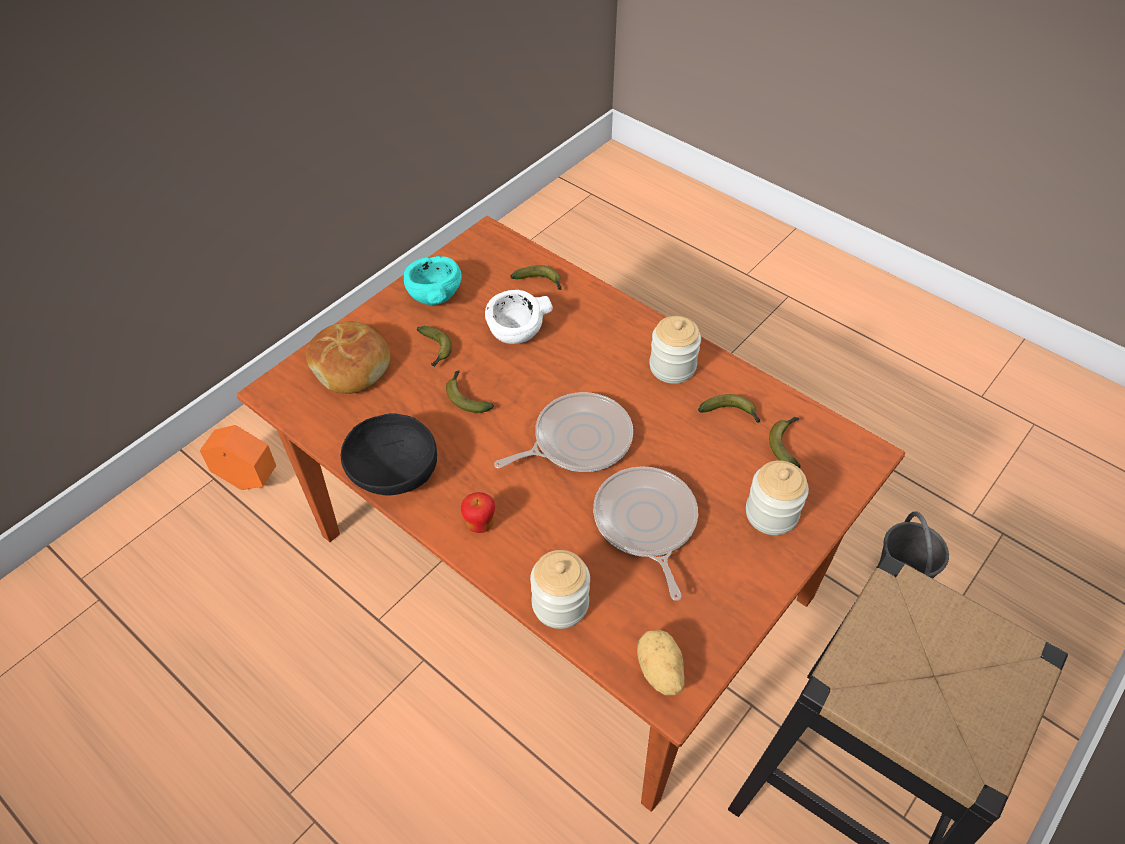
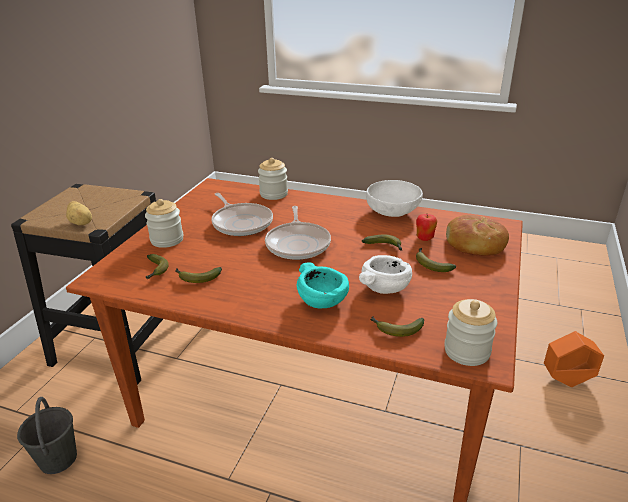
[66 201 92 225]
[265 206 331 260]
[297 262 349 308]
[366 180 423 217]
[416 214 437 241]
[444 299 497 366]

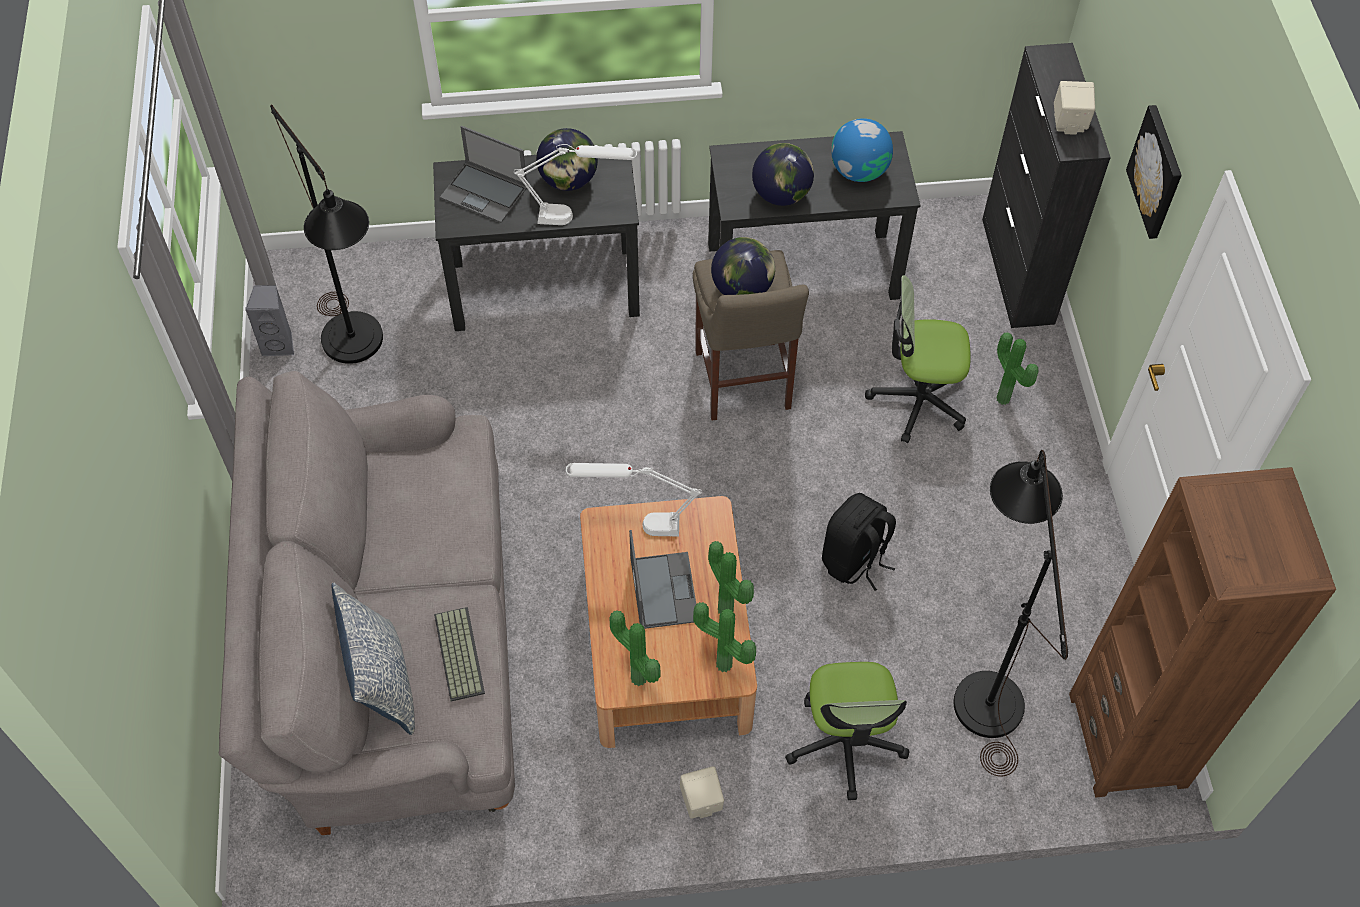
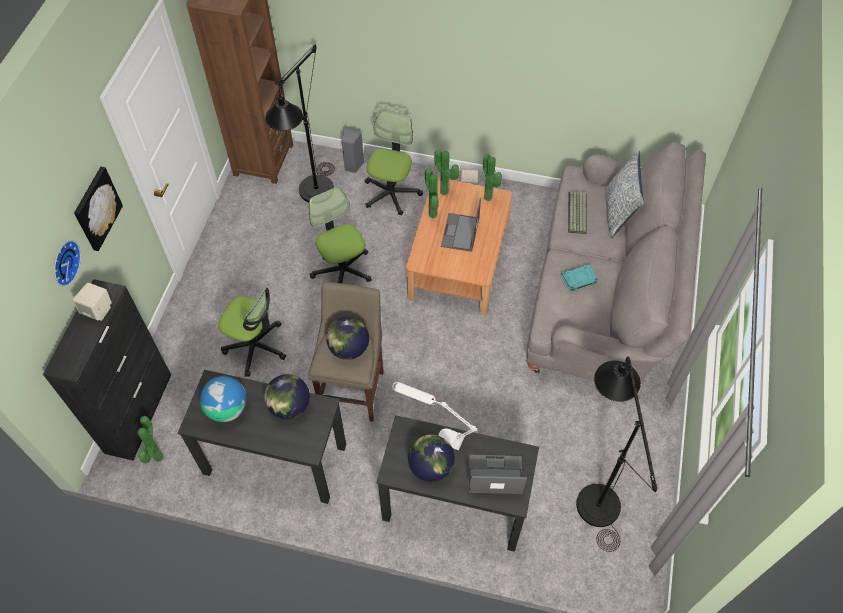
[54 240 81 286]
[137 416 163 463]
[309 187 372 284]
[342 128 364 173]
[469 455 527 494]
[561 264 599 292]
[566 463 702 536] (first image)

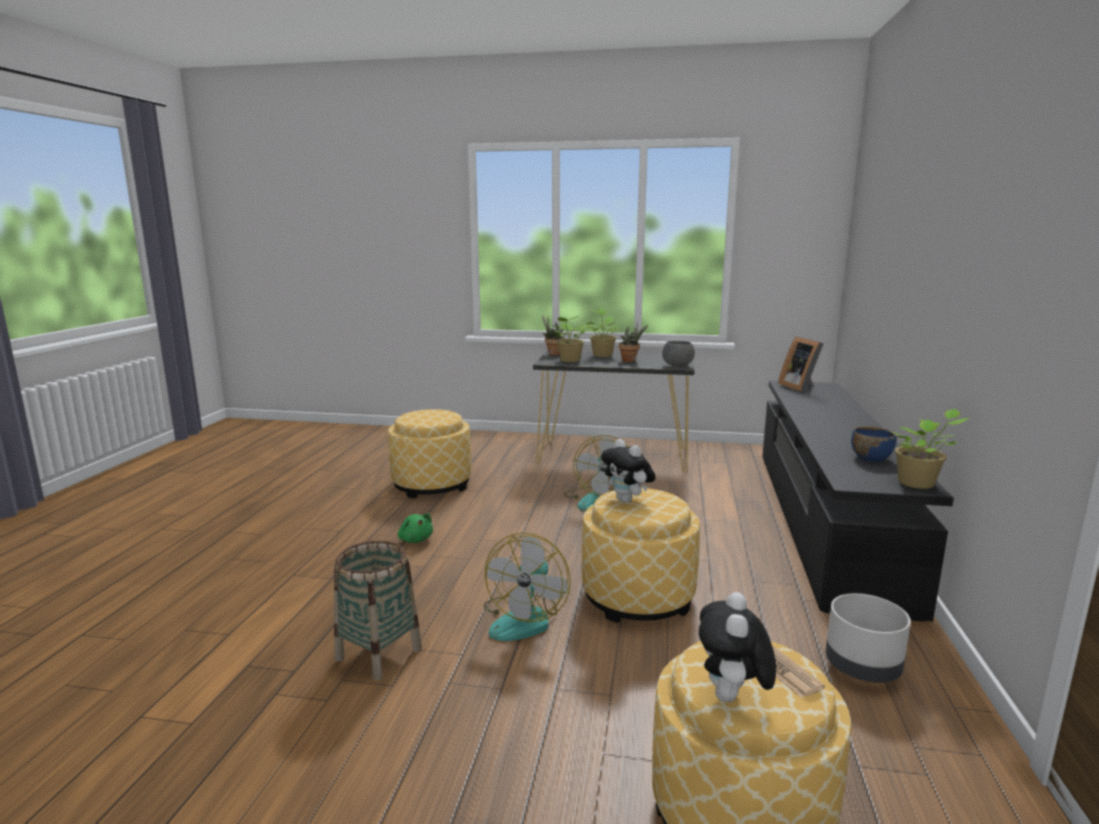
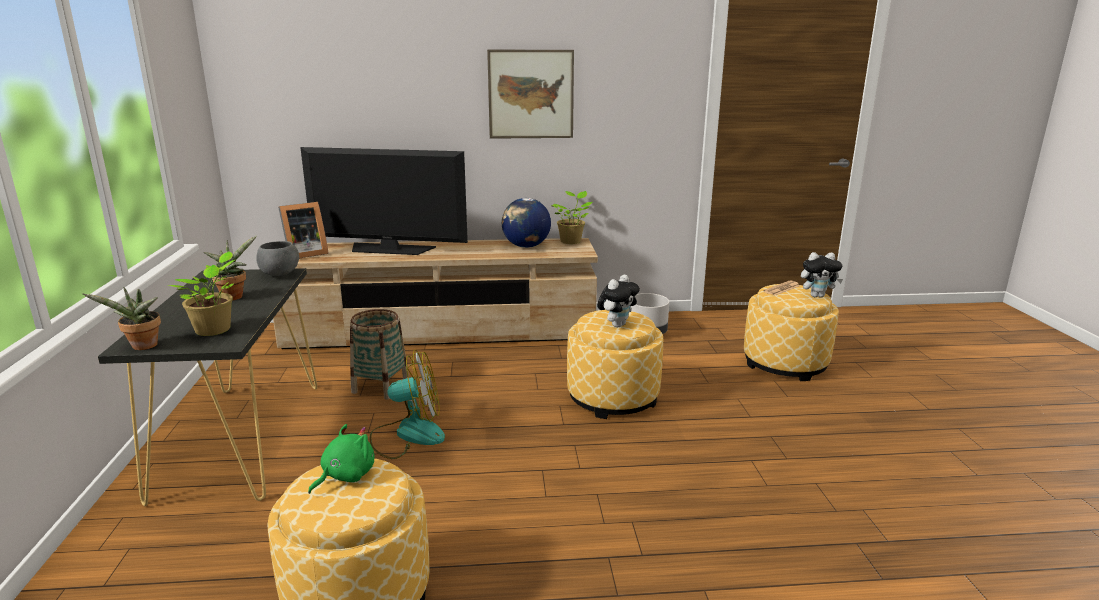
[273 238 598 349]
[300 147 468 255]
[308 424 374 494]
[350 309 409 400]
[487 49 574 139]
[502 198 551 248]
[484 533 571 641] (first image)
[584 308 620 357] (first image)

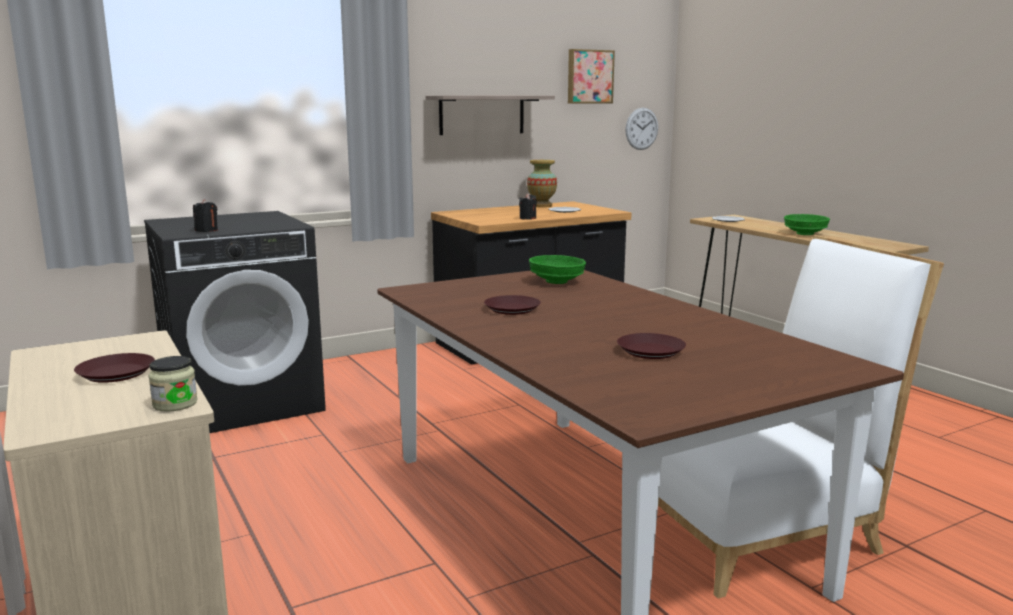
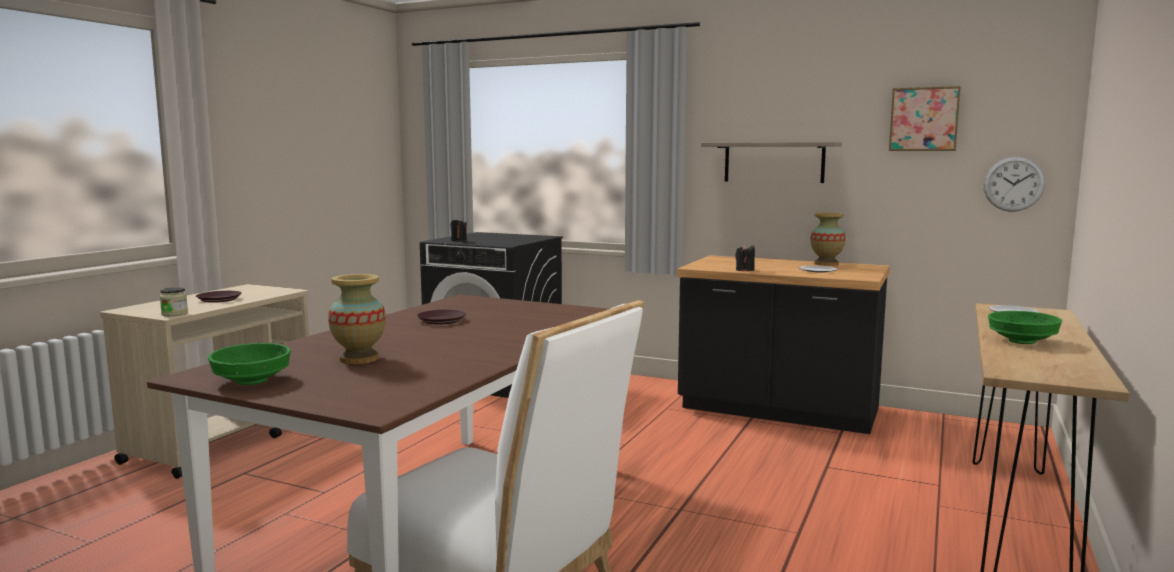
[208 343 291 385]
[328 274 386 364]

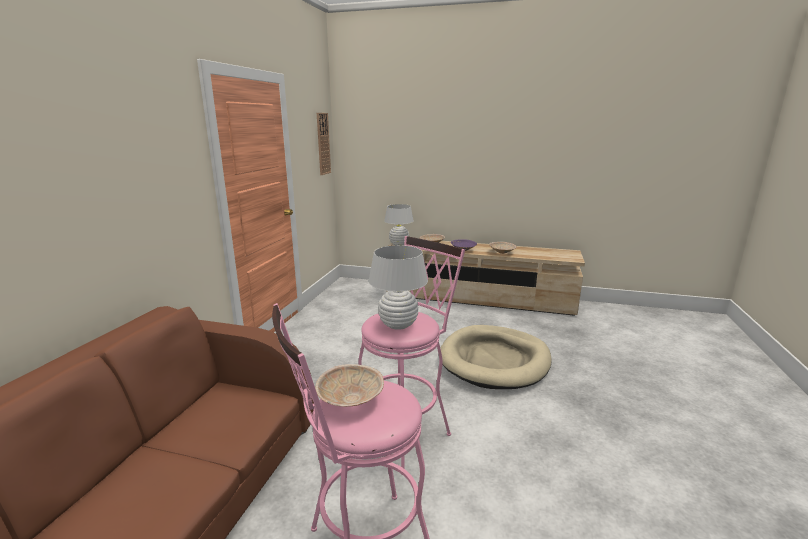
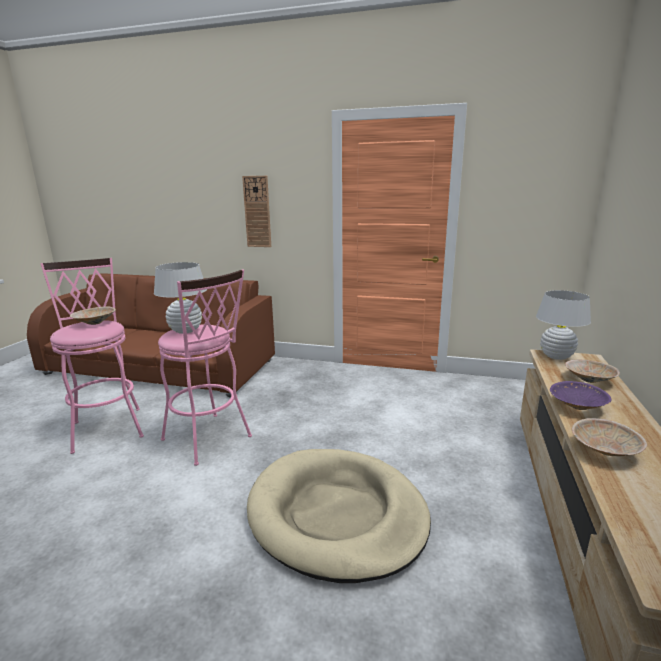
[242 176 271 247]

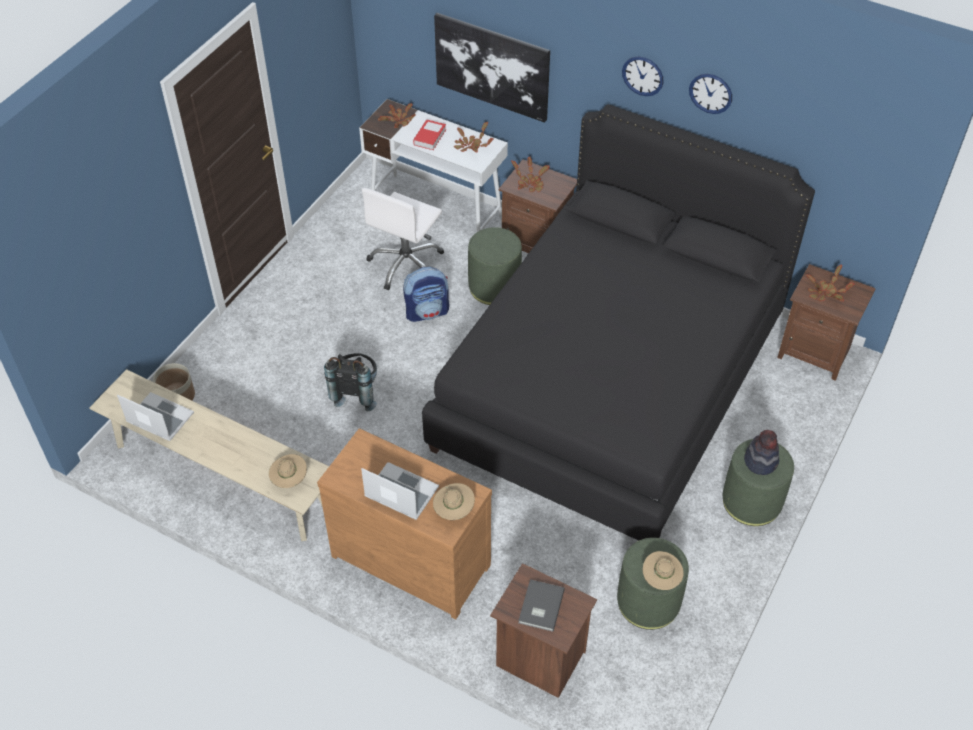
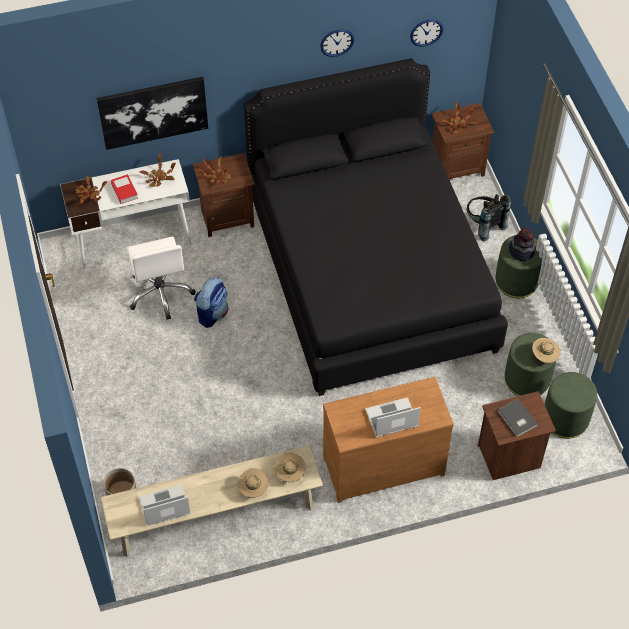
[238 468 268 498]
[410 19 443 47]
[467 194 511 241]
[544 372 597 439]

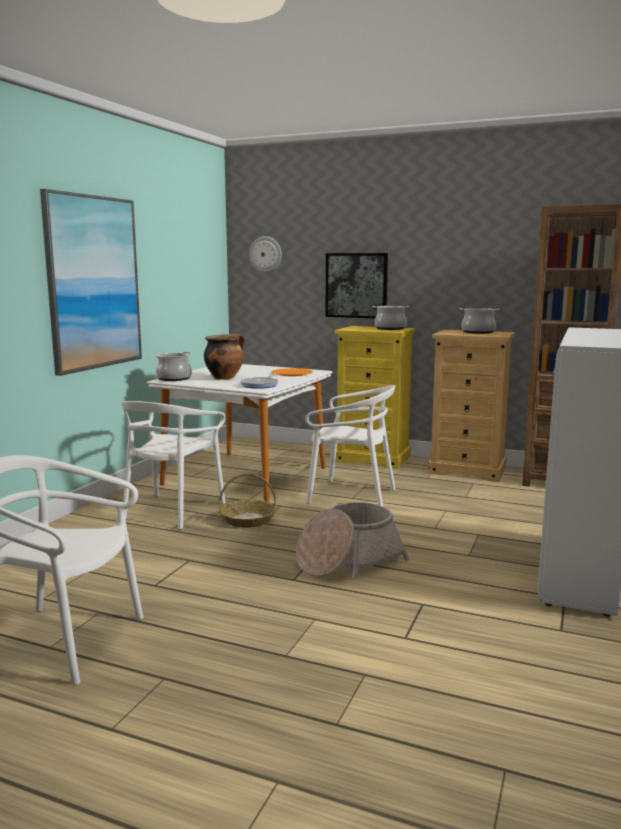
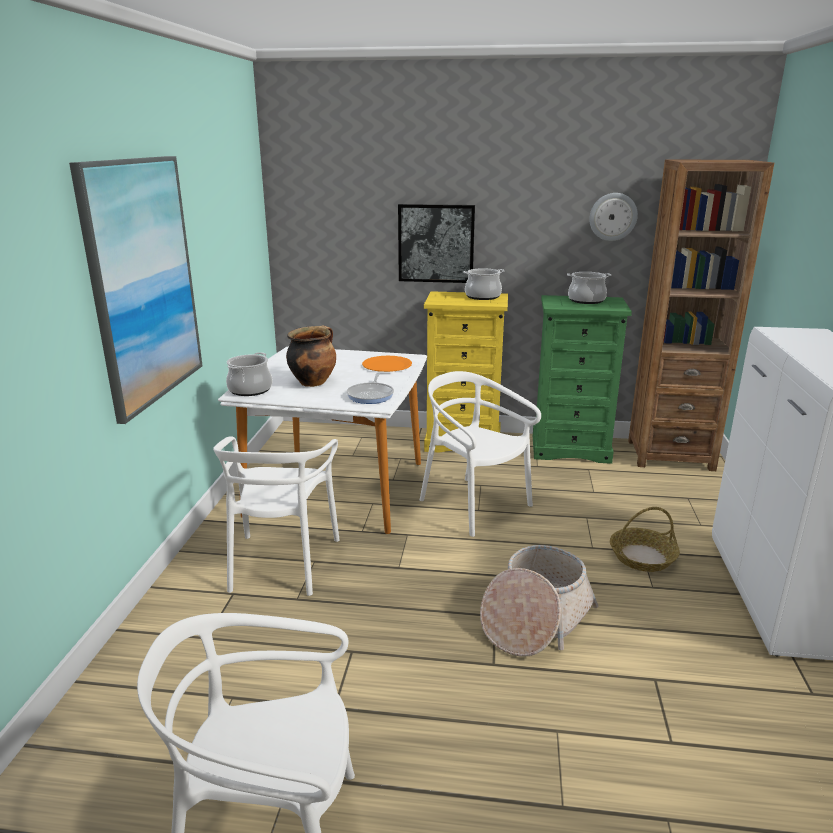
[420 371 541 537]
[533 295 632 464]
[589 193 638 241]
[610 507 680 572]

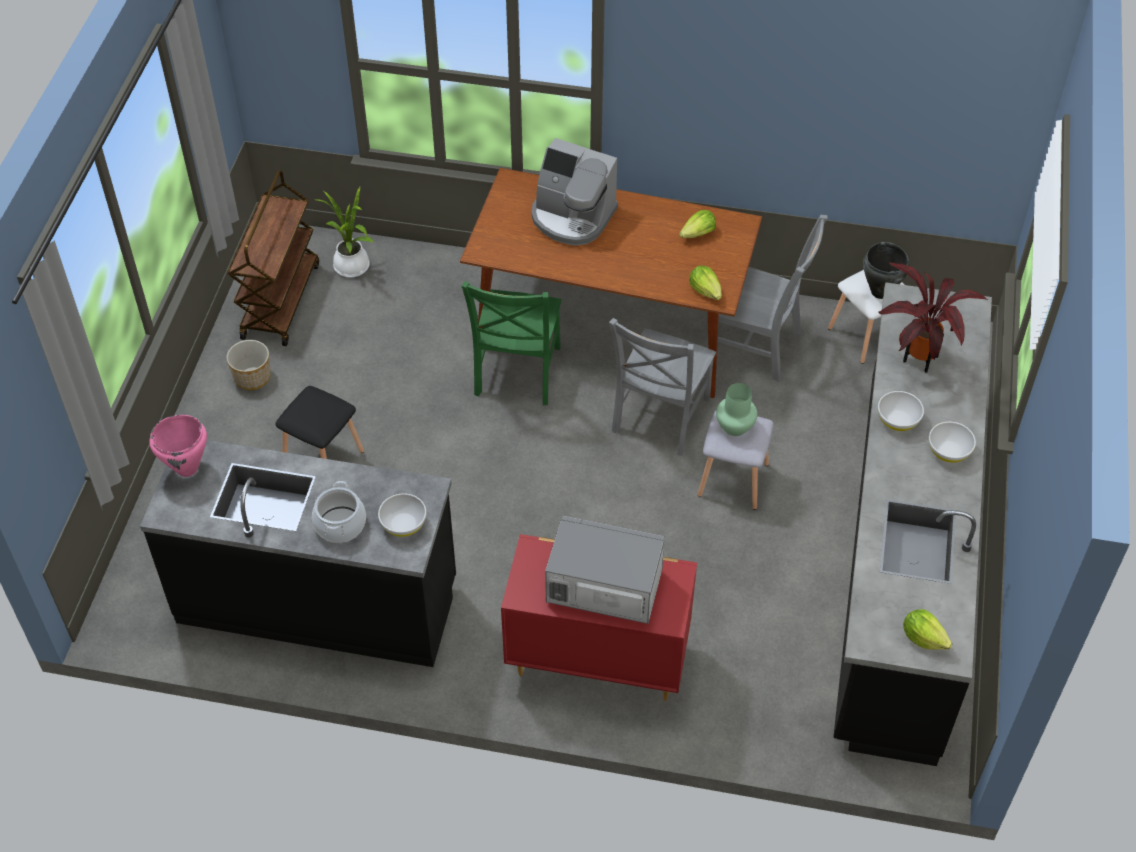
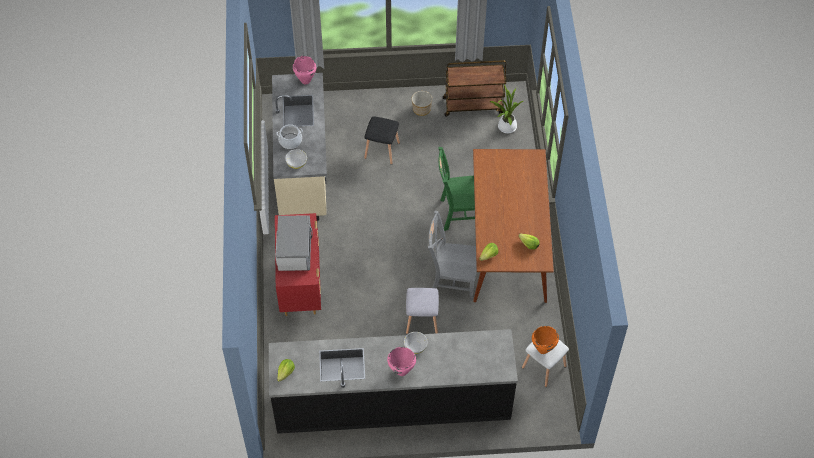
[272 73 327 221]
[387 347 416 376]
[532 326 559 354]
[532 138 618 246] (first image)
[707 215 827 382] (first image)
[716 383 757 436] (first image)
[878 262 988 373] (first image)

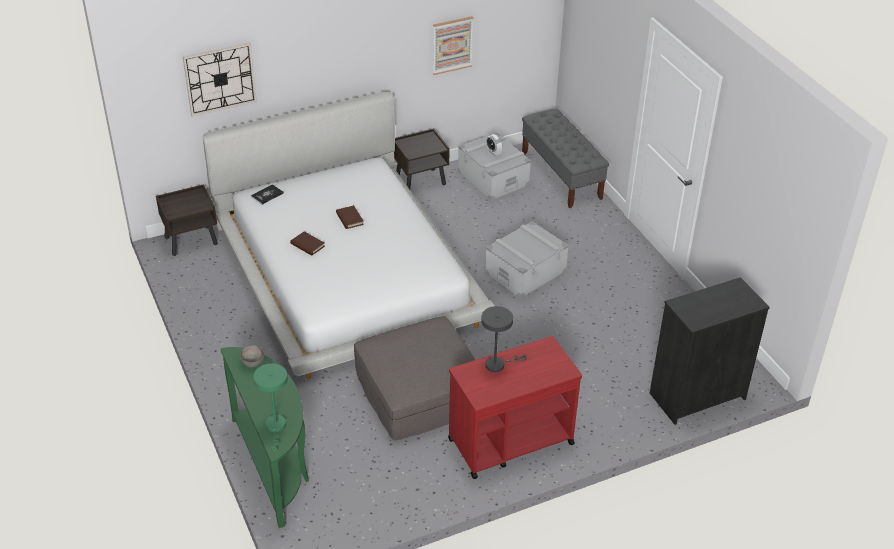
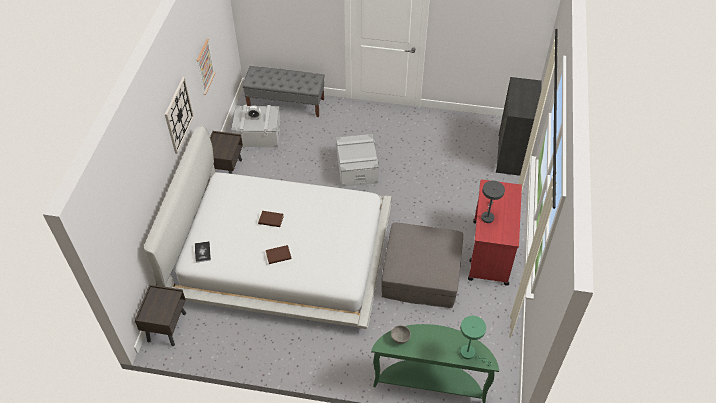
[165 77 194 154]

